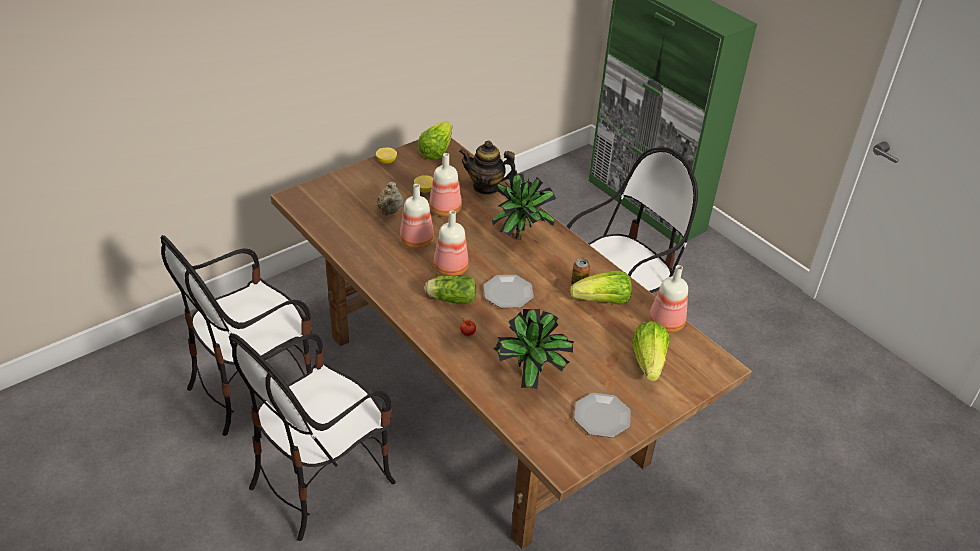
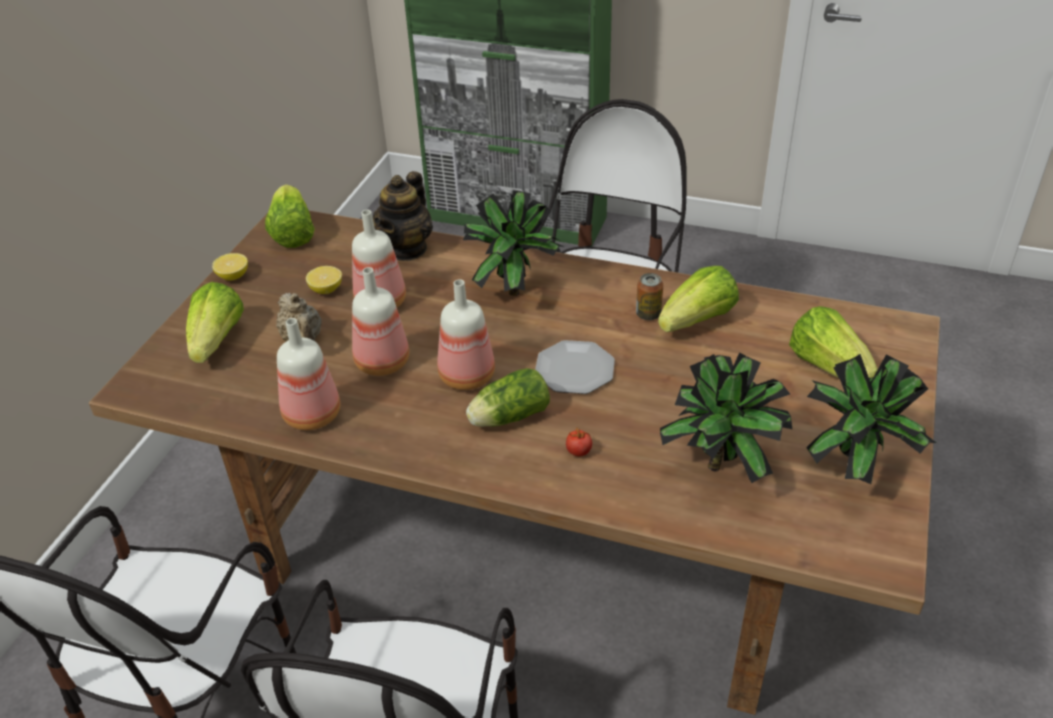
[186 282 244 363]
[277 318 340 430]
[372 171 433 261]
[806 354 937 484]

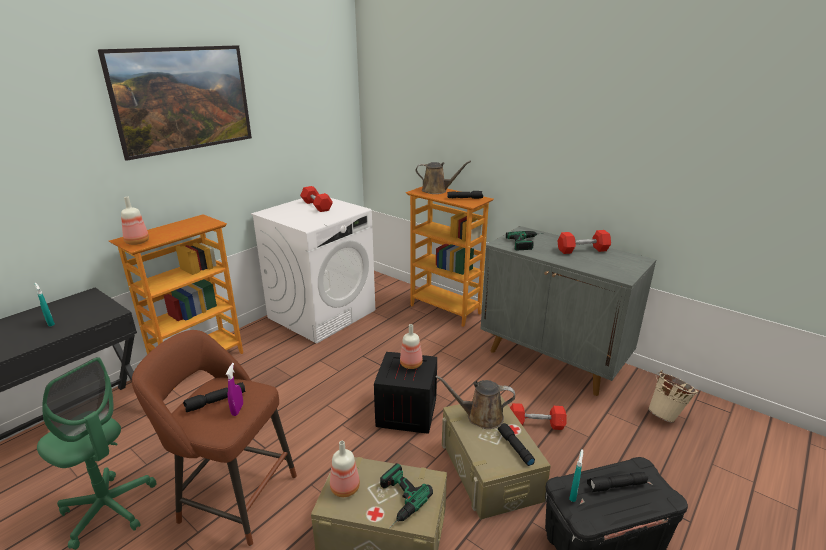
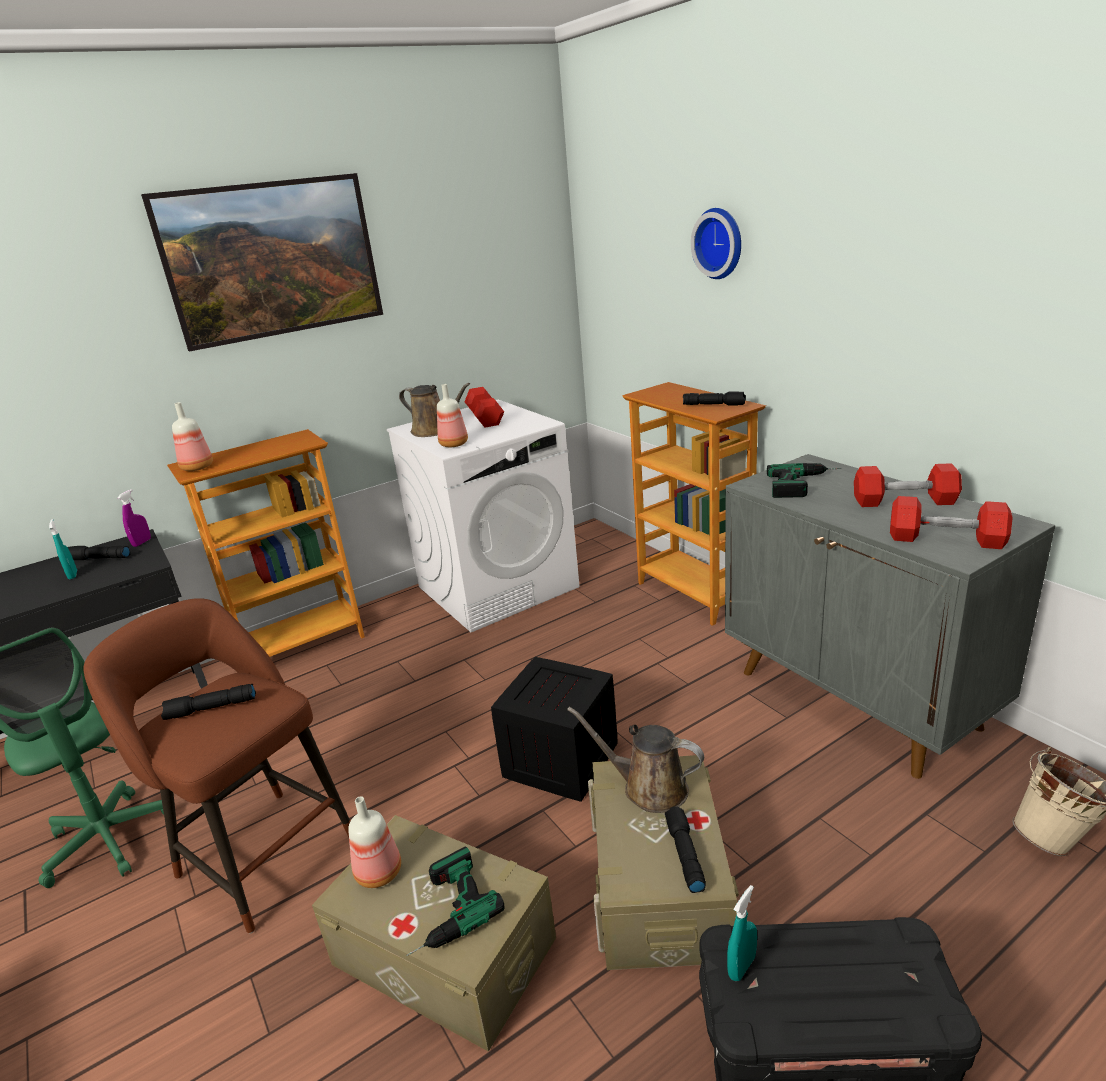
[68 546 131 560]
[118 489 151 547]
[399 383 470 437]
[437 384 468 447]
[691 208 741 279]
[890 496 1013 549]

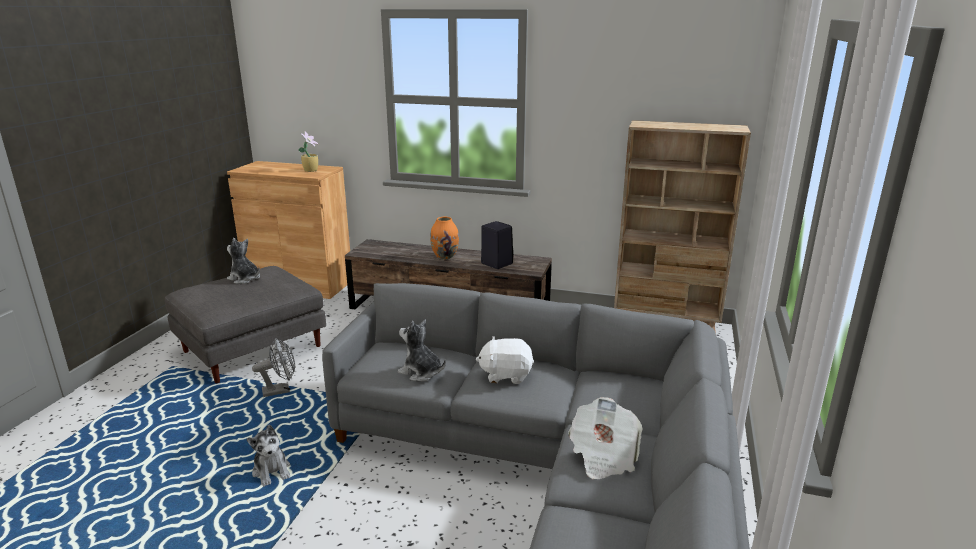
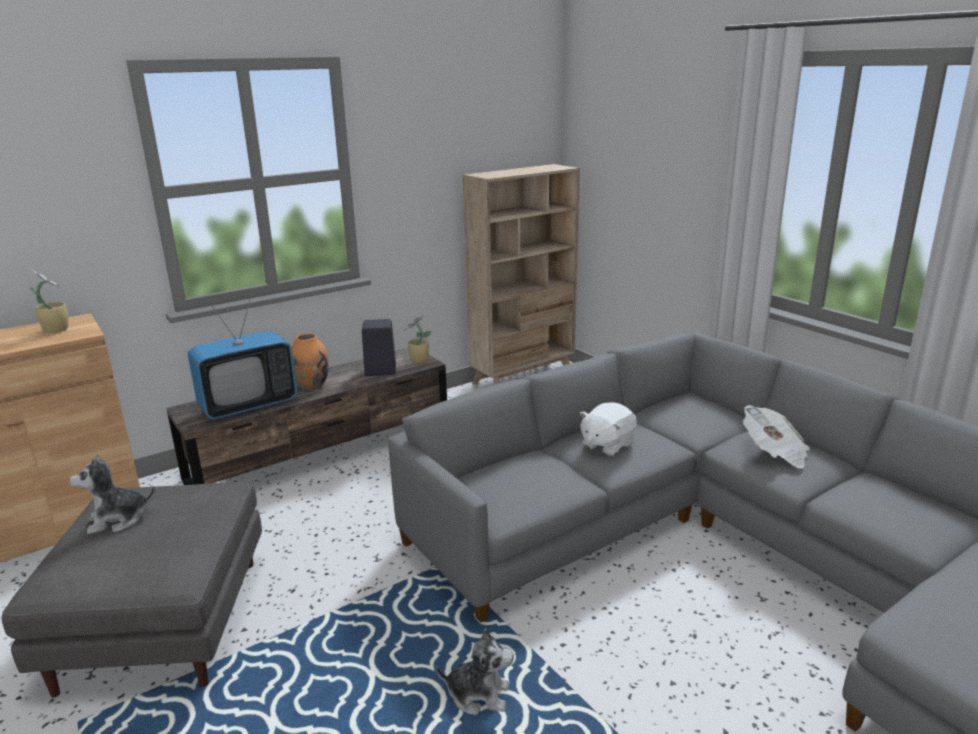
[188 296 297 419]
[404 314 432 363]
[252 338 295 397] (first image)
[398 320 446 382] (first image)

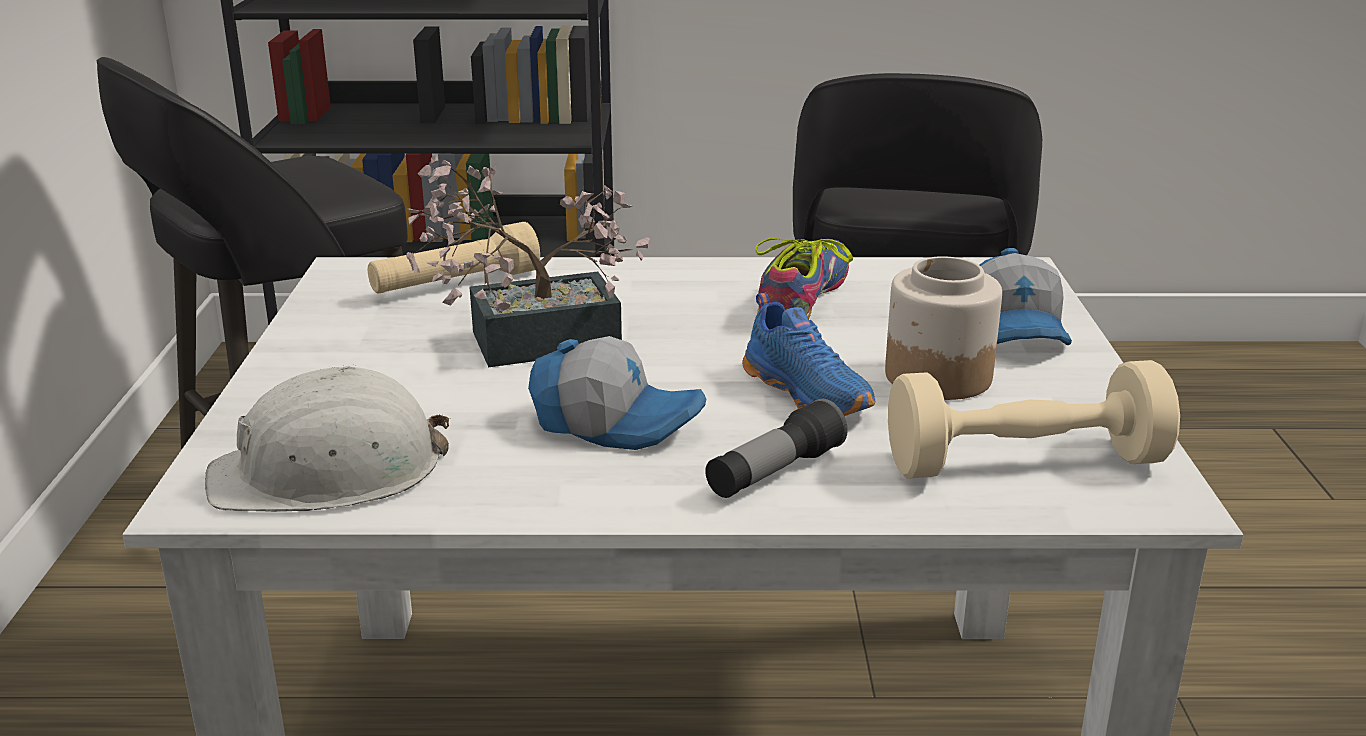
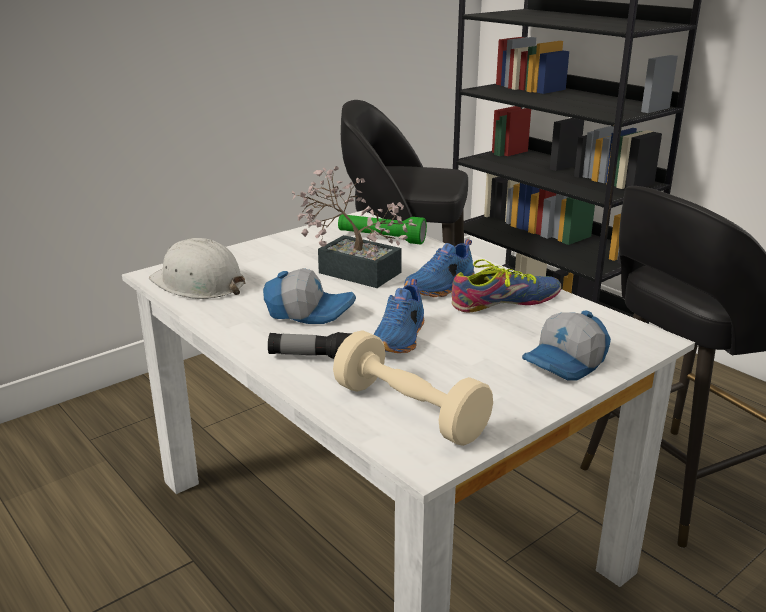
[263 268 356 324]
[338 214 427 245]
[404 239 475 297]
[885 256 1002 400] (first image)

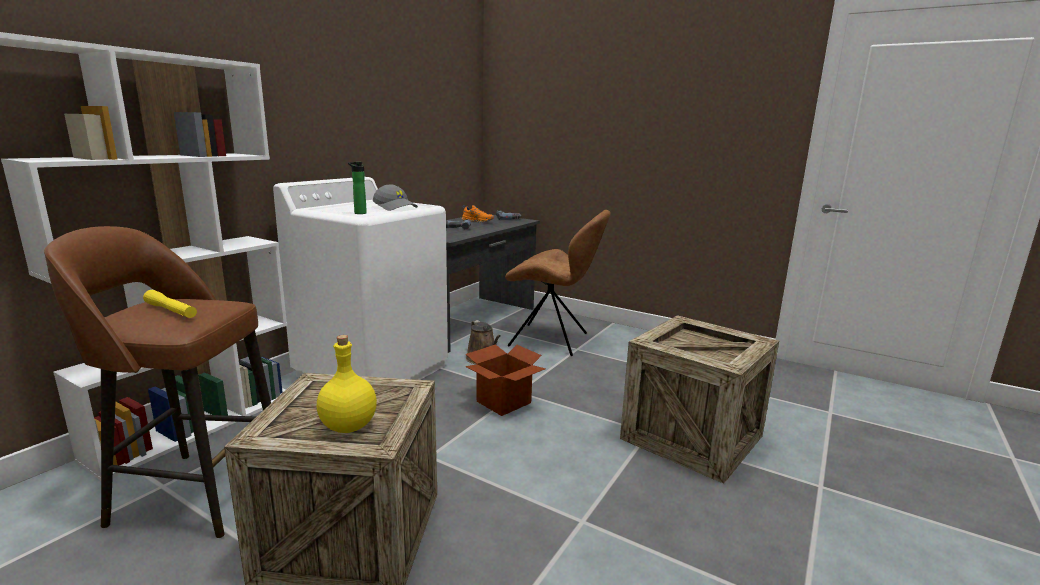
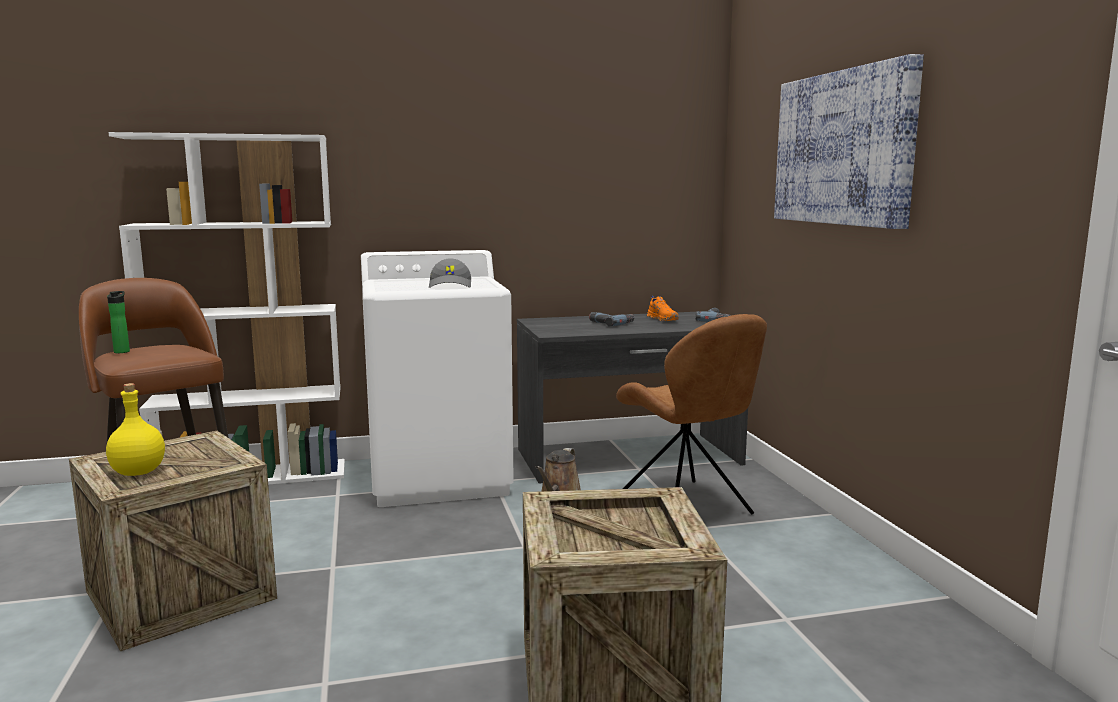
[107 291 130 353]
[774 54 924 229]
[143 290 197 318] (first image)
[465 344 546 416] (first image)

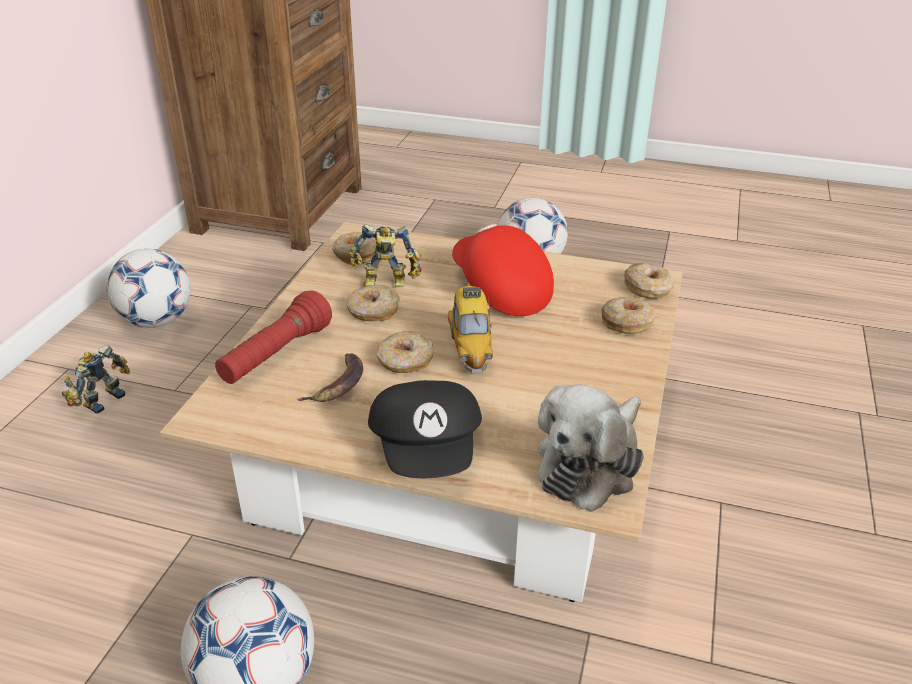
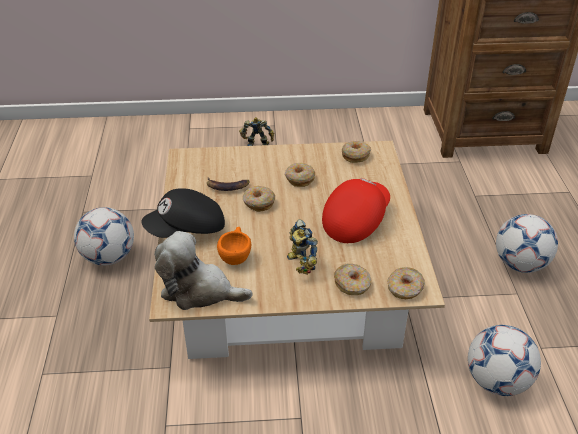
[217 227 251 265]
[287 219 318 275]
[468 325 541 396]
[215 290 332 384] (first image)
[448 286 493 374] (first image)

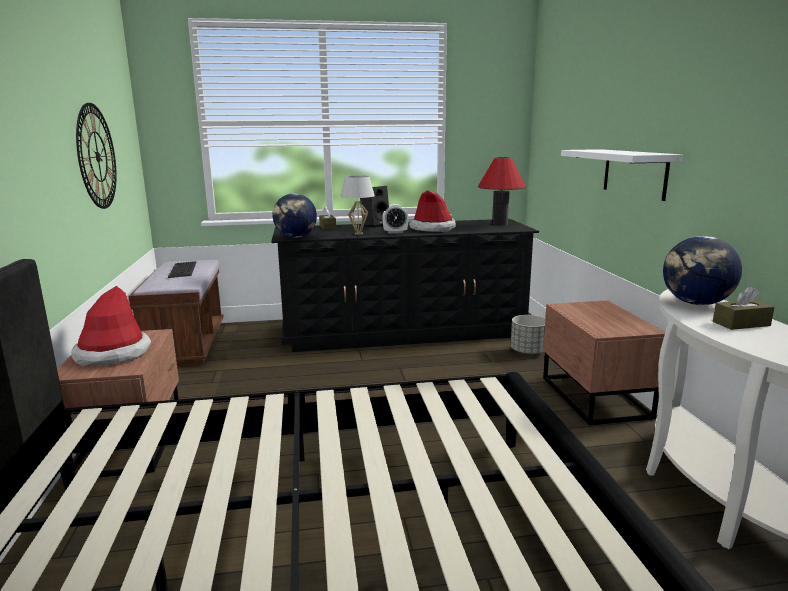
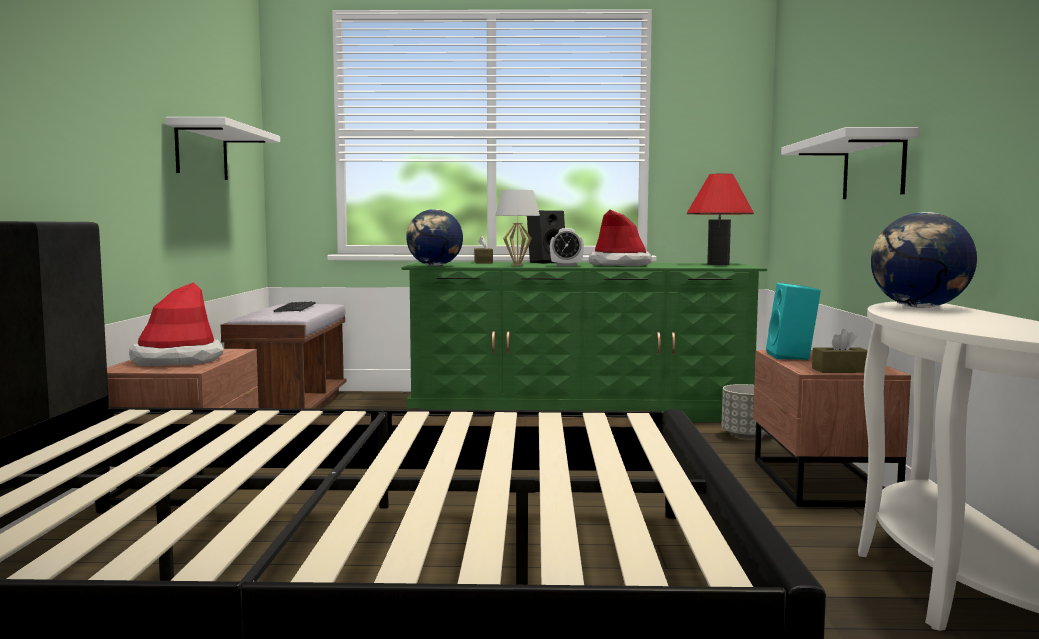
[165 117 280 180]
[402 262 767 422]
[766 283 821 360]
[812 329 868 373]

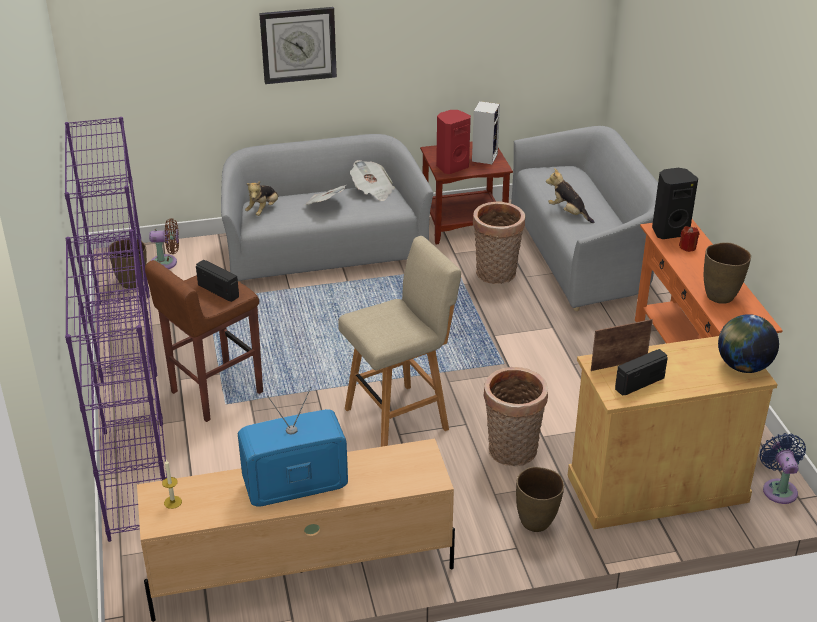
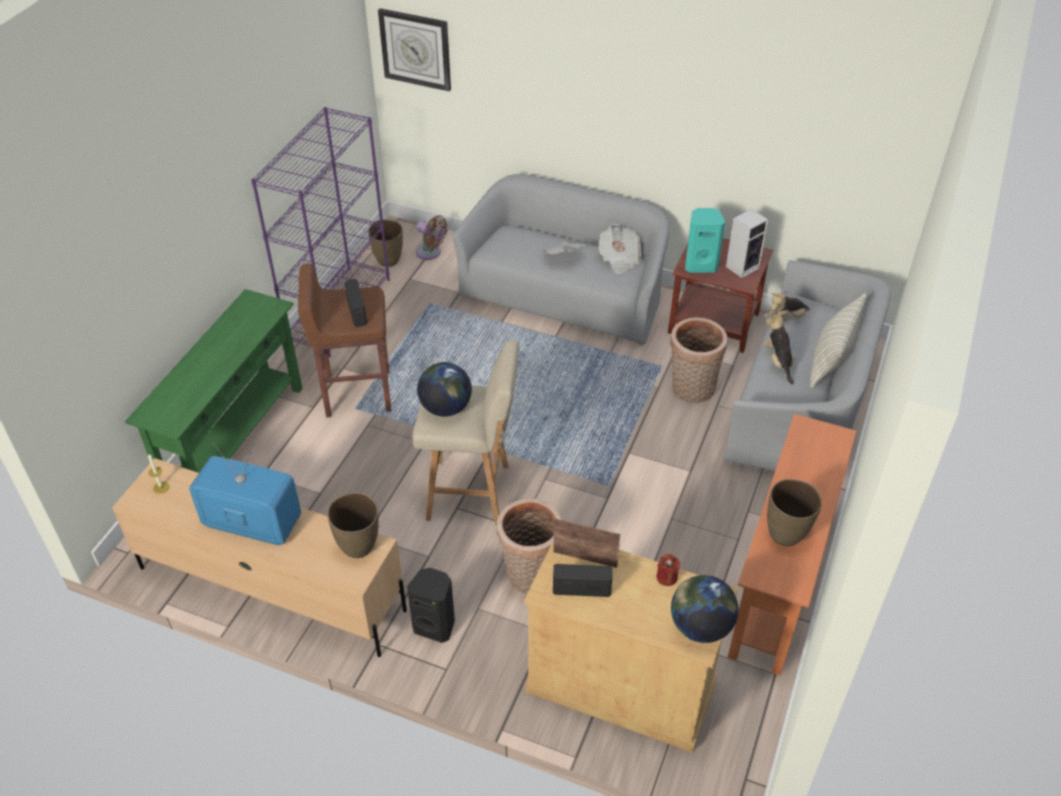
[125 289 303 473]
[327 492 379 558]
[378 8 451 91]
[407 568 455 643]
[417 362 472 417]
[656 554 680 586]
[685 208 725 273]
[764 293 810 321]
[809 292 867 388]
[759 433 806 504] (first image)

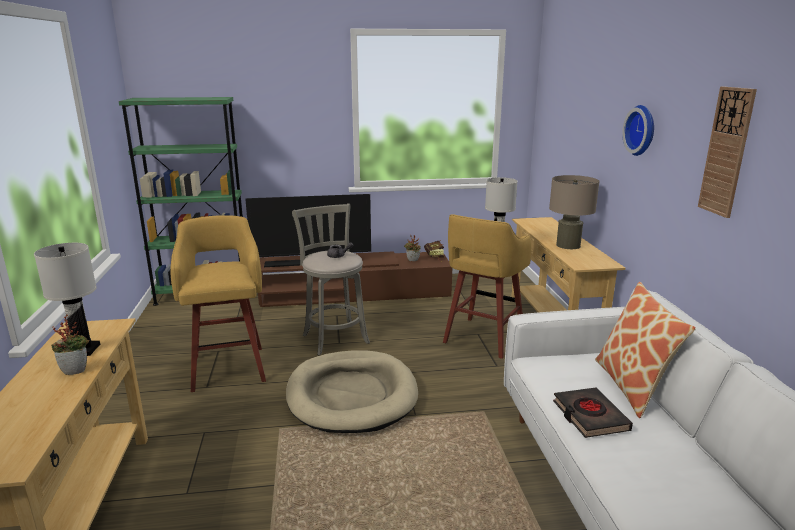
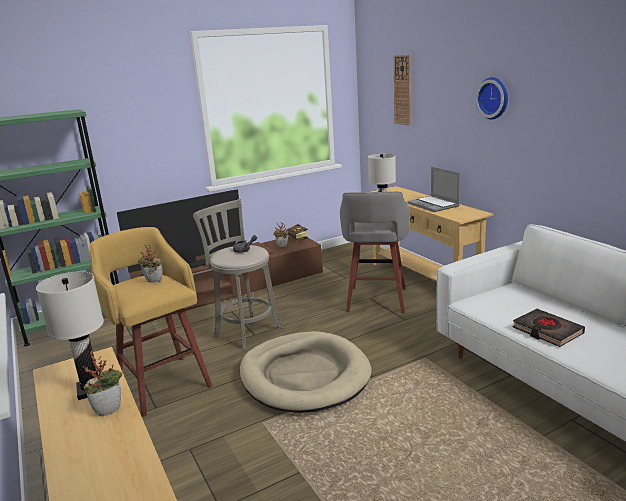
[137 245 163 283]
[340 191 410 313]
[394 55 411 126]
[408 167 460 212]
[595 282 696 418] (first image)

